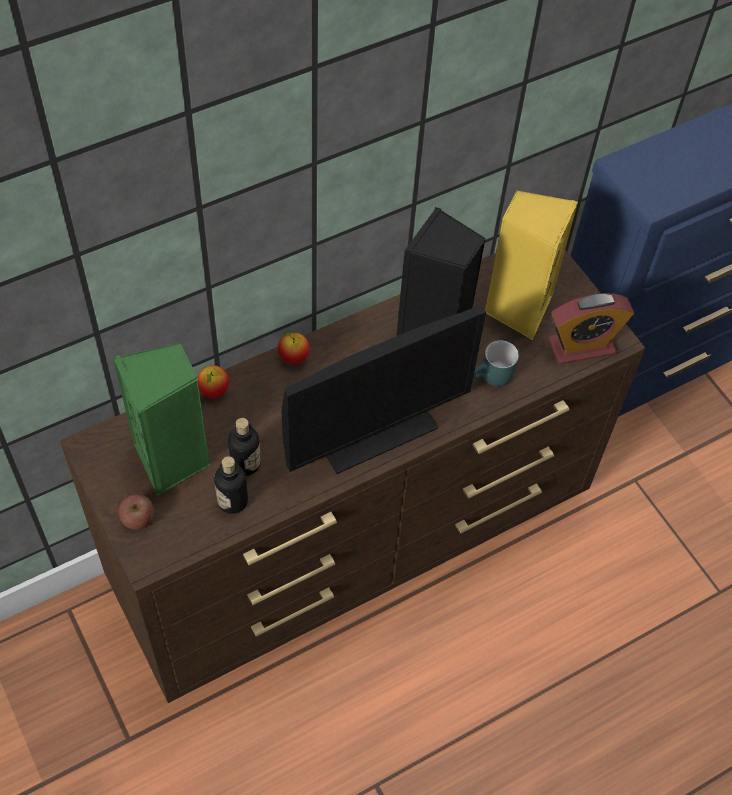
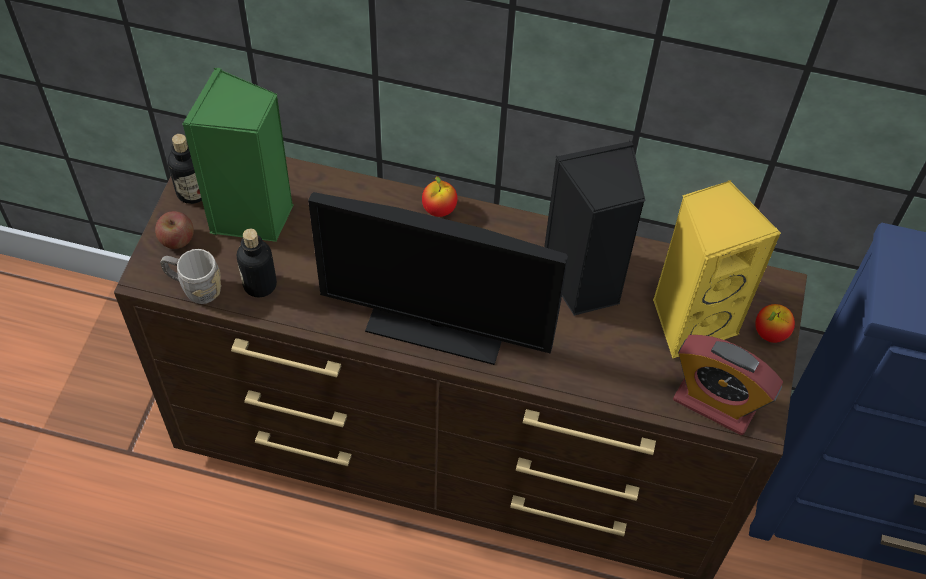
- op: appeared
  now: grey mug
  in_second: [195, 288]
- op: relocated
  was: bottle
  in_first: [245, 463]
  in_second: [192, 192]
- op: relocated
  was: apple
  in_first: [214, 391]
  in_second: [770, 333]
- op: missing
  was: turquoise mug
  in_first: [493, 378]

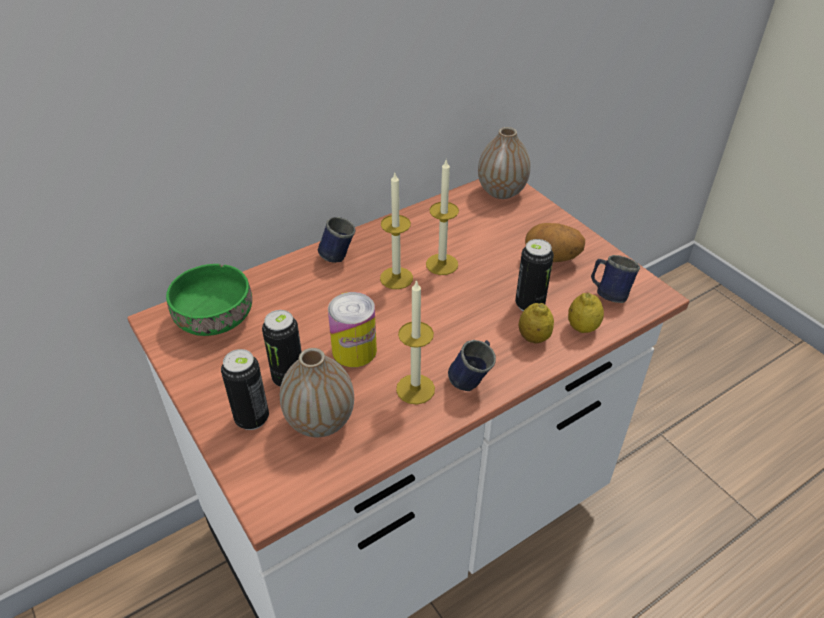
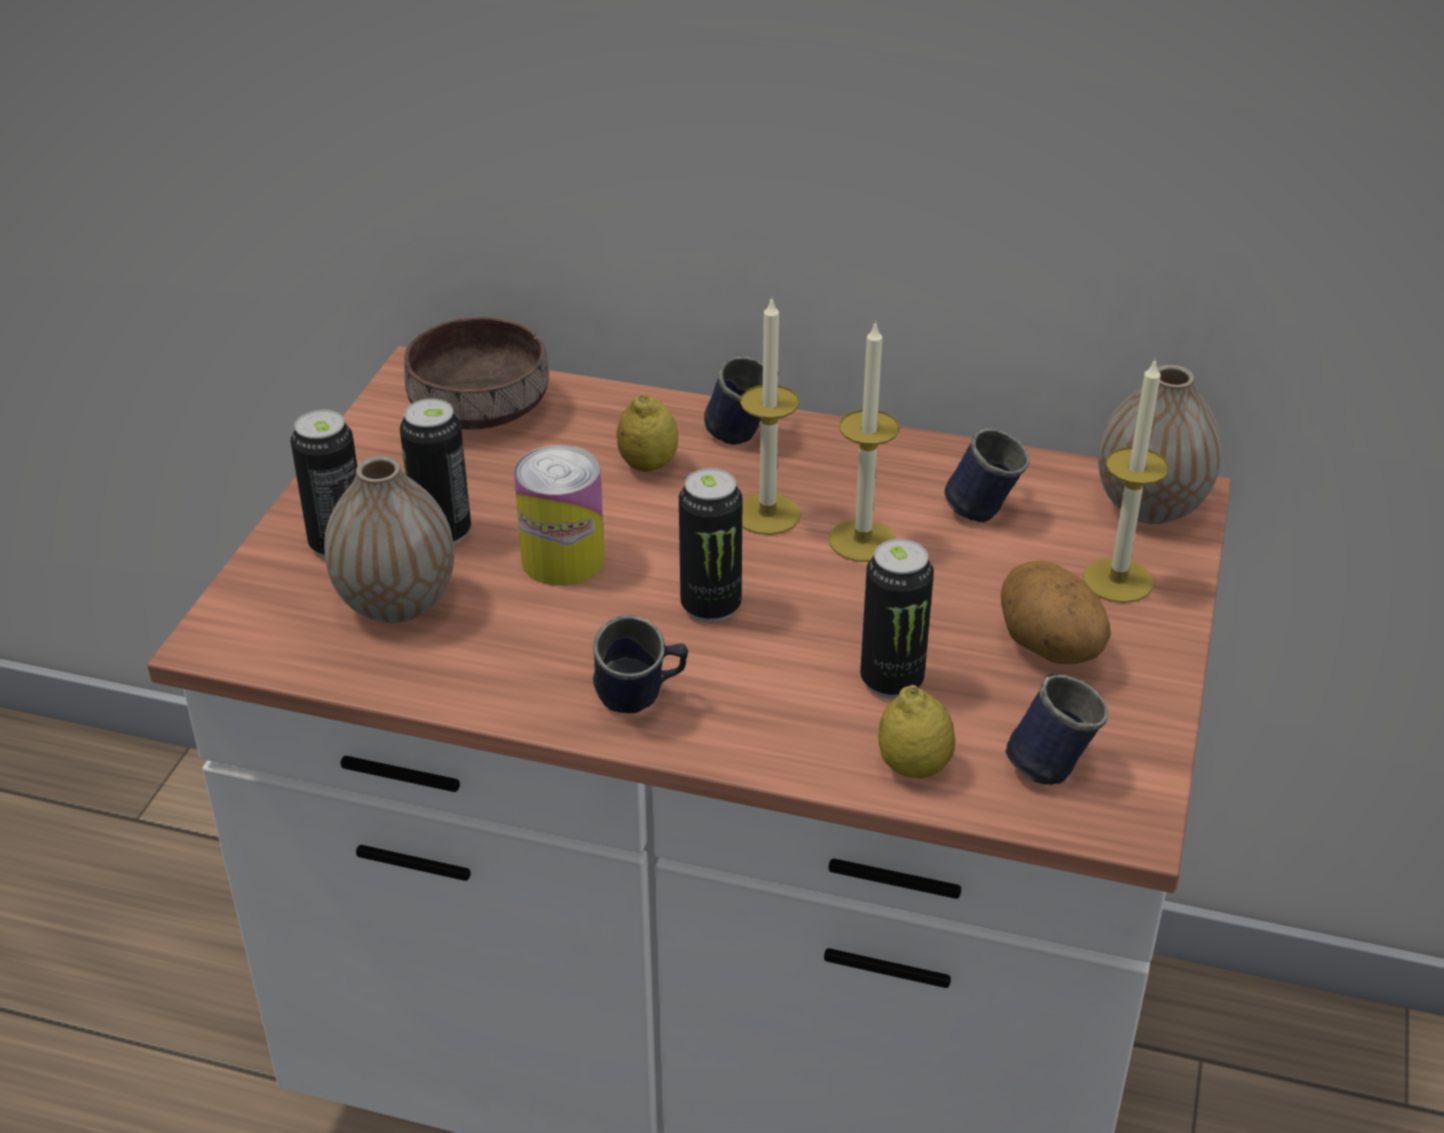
- op: colour
  was: green bowl
  now: brown bowl
  in_first: [213, 318]
  in_second: [476, 408]
- op: relocated
  was: lemon
  in_first: [533, 337]
  in_second: [648, 465]
- op: appeared
  now: can
  in_second: [711, 606]
- op: appeared
  now: blue mug
  in_second: [985, 506]
- op: relocated
  was: candle
  in_first: [415, 389]
  in_second: [1118, 580]

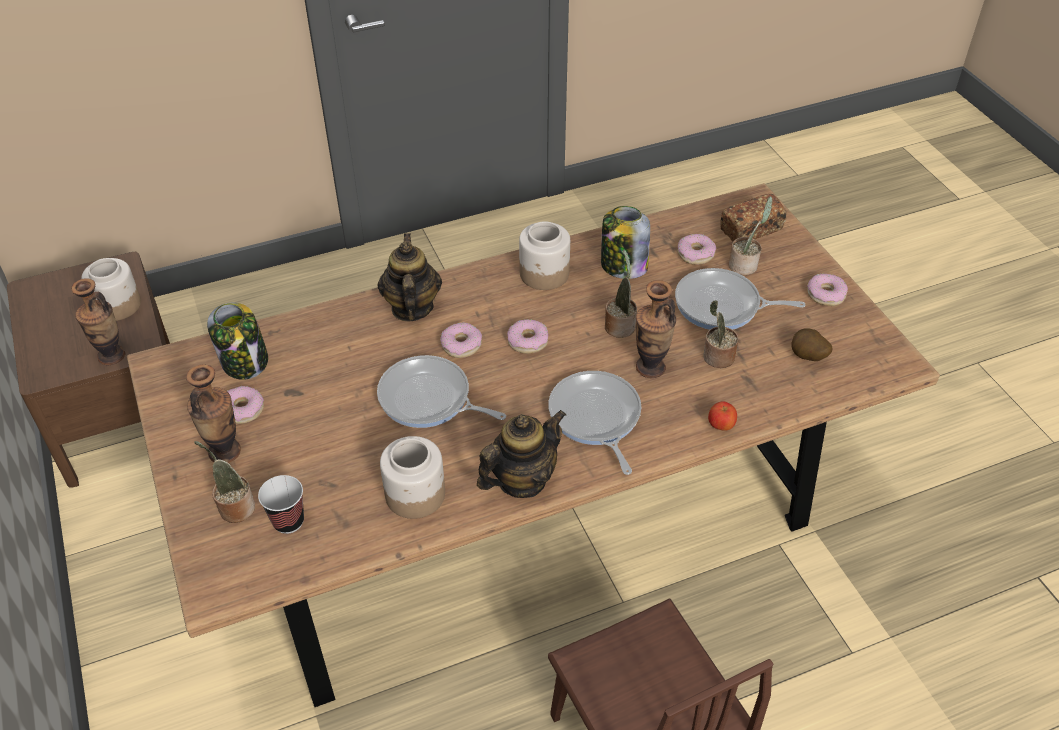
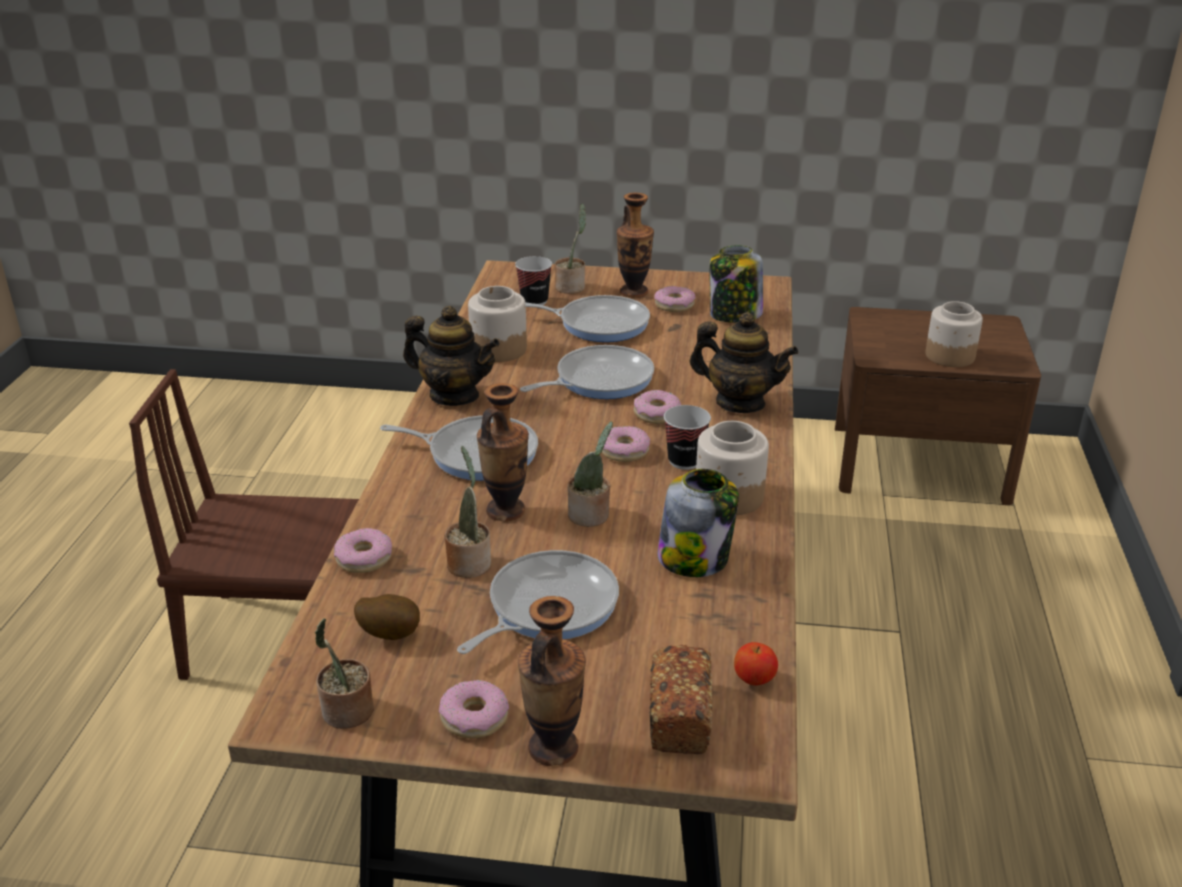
- op: relocated
  was: potted plant
  in_first: [745, 265]
  in_second: [346, 713]
- op: relocated
  was: donut
  in_first: [695, 254]
  in_second: [363, 558]
- op: spun
  was: teapot
  in_first: [521, 480]
  in_second: [454, 395]
  clockwise: -60
- op: relocated
  was: vase
  in_first: [111, 356]
  in_second: [553, 748]
- op: appeared
  now: frying pan
  in_second: [599, 324]
- op: appeared
  now: cup
  in_second: [685, 461]
- op: relocated
  was: apple
  in_first: [721, 426]
  in_second: [754, 680]

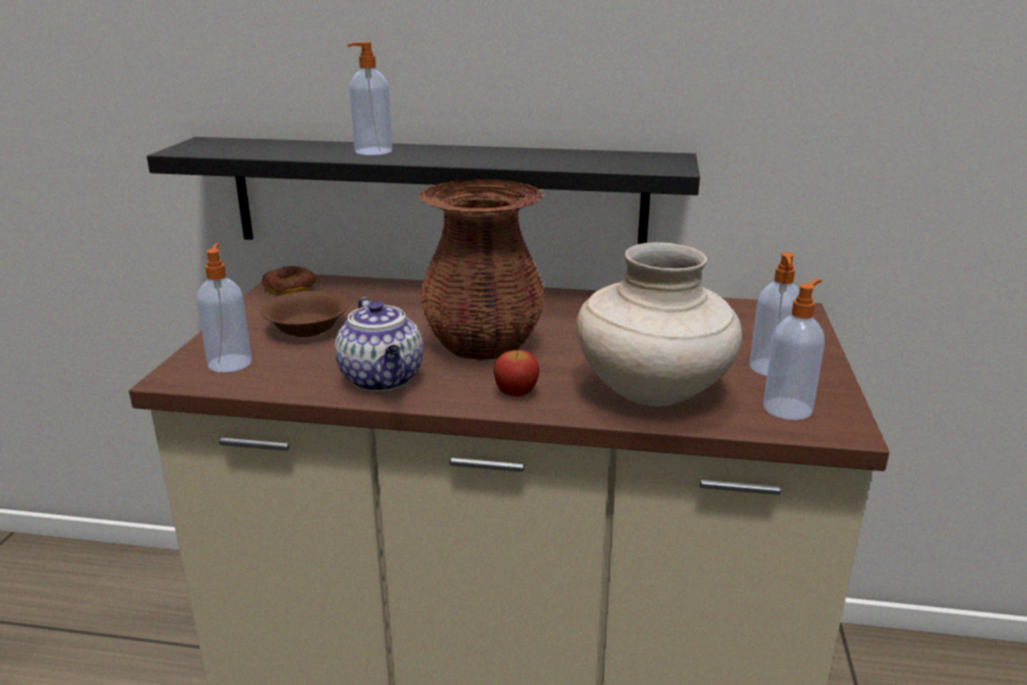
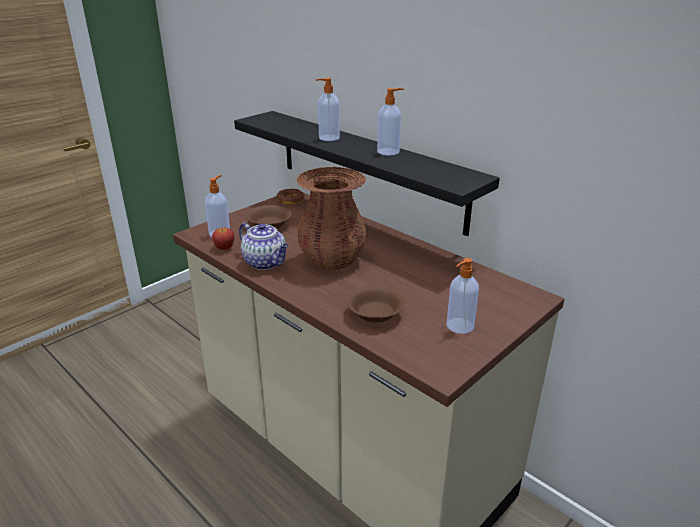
- op: relocated
  was: apple
  in_first: [516, 392]
  in_second: [224, 248]
- op: spun
  was: teapot
  in_first: [383, 380]
  in_second: [266, 263]
  clockwise: -60
- op: exchanged
  was: beige vase
  now: brown bowl
  in_first: [653, 392]
  in_second: [375, 315]
- op: relocated
  was: soap dispenser
  in_first: [788, 408]
  in_second: [389, 152]

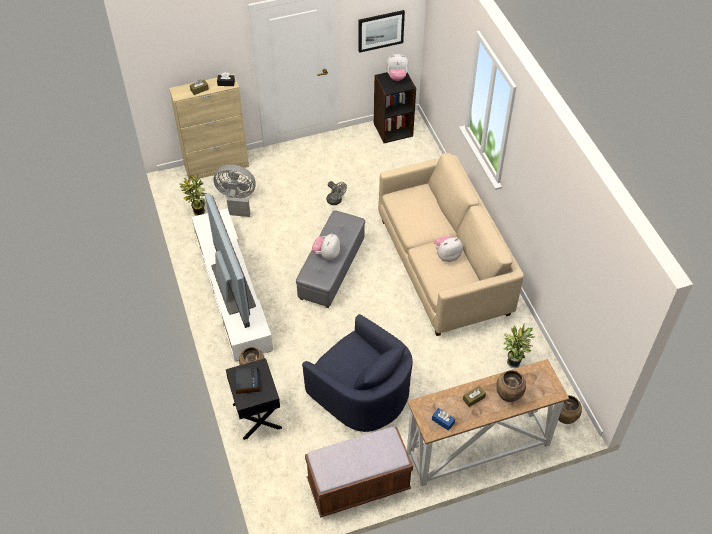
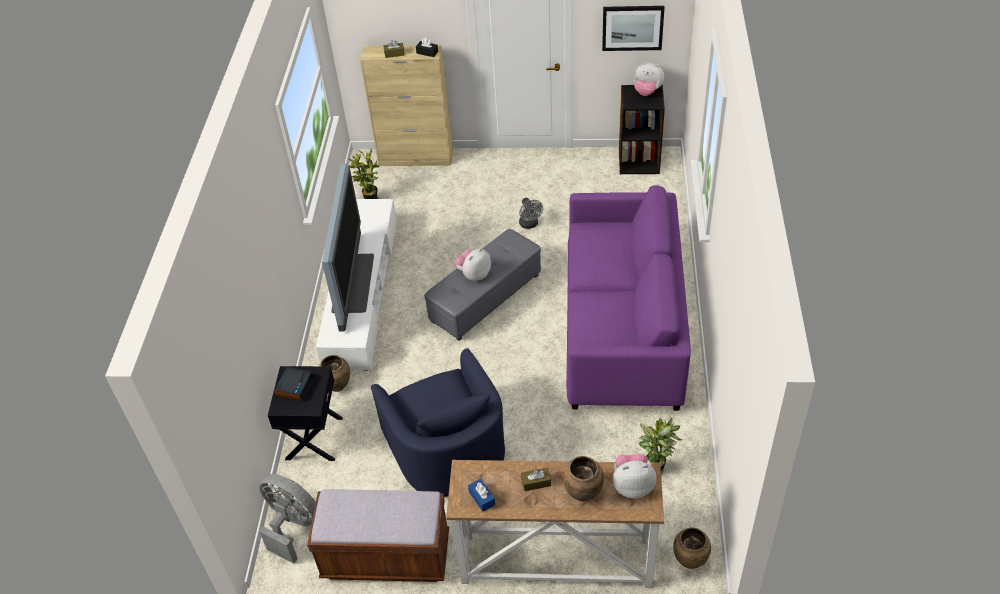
- op: relocated
  was: grey fan
  in_first: [237, 200]
  in_second: [292, 526]
- op: colour
  was: beige sofa
  now: purple sofa
  in_first: [443, 266]
  in_second: [622, 330]
- op: relocated
  was: plush toy
  in_first: [447, 255]
  in_second: [632, 486]

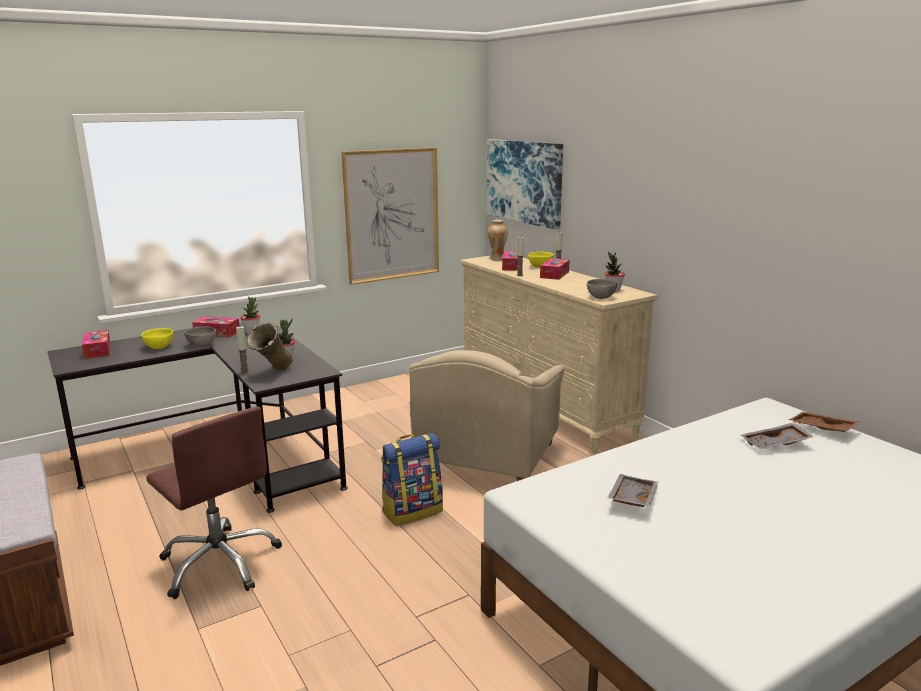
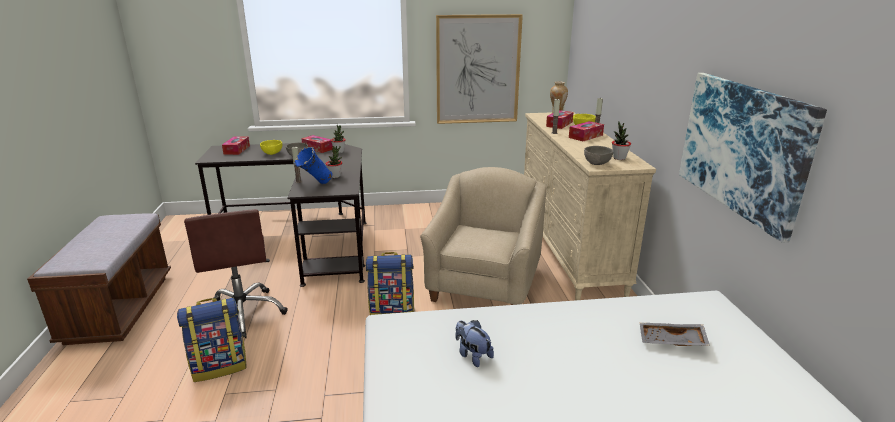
- op: appeared
  now: backpack
  in_second: [220, 366]
- op: colour
  was: beige vase
  now: blue vase
  in_first: [272, 373]
  in_second: [314, 185]
- op: spun
  was: beige armchair
  in_first: [489, 458]
  in_second: [484, 284]
  clockwise: 150
- op: exchanged
  was: grey tray
  now: plush toy
  in_first: [631, 498]
  in_second: [472, 355]
- op: relocated
  was: picture
  in_first: [524, 182]
  in_second: [742, 148]
- op: missing
  was: brown tray
  in_first: [821, 429]

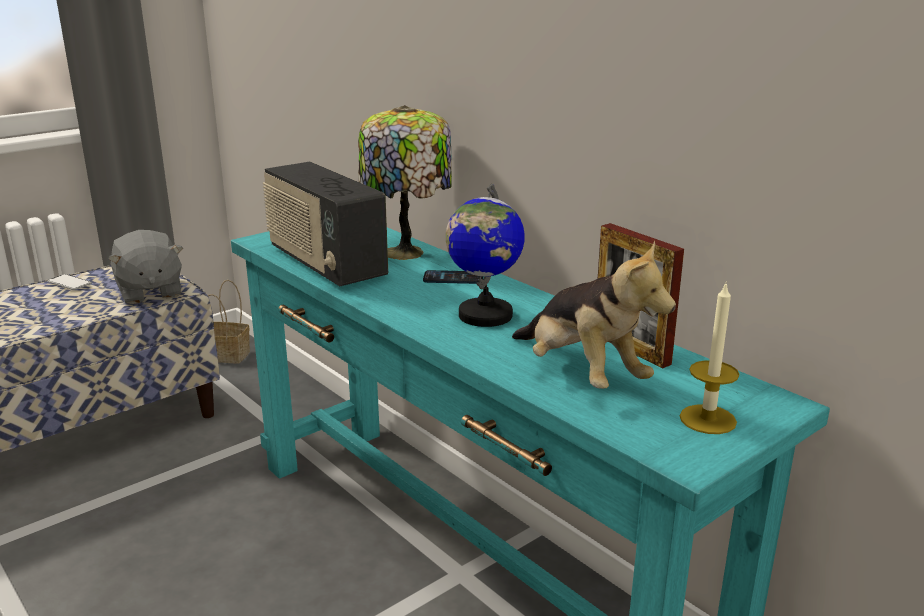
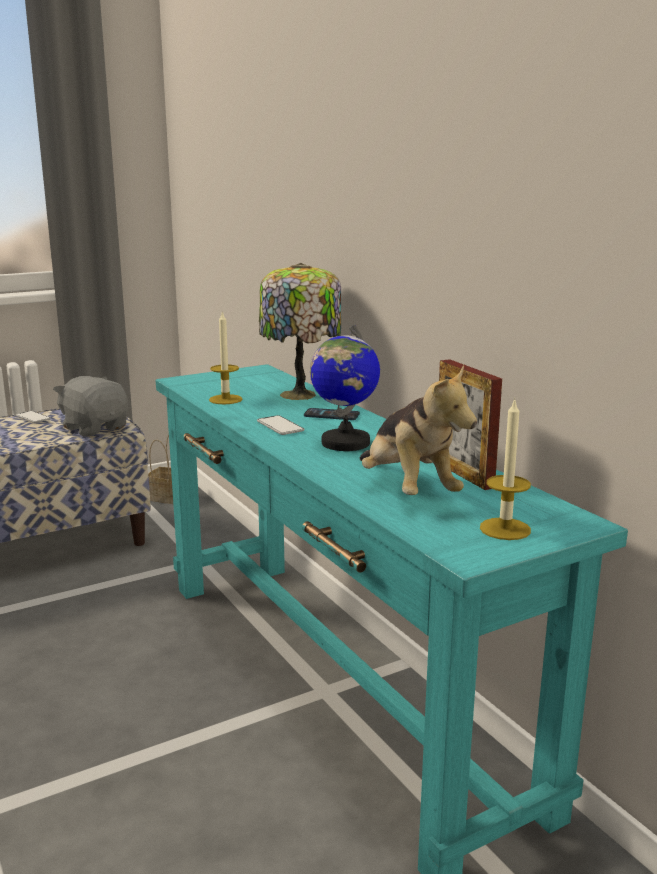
- op: spun
  was: grey plush toy
  in_first: [149, 292]
  in_second: [95, 428]
  clockwise: 150
- op: exchanged
  was: radio
  now: candle
  in_first: [325, 264]
  in_second: [225, 399]
- op: appeared
  now: phone
  in_second: [280, 426]

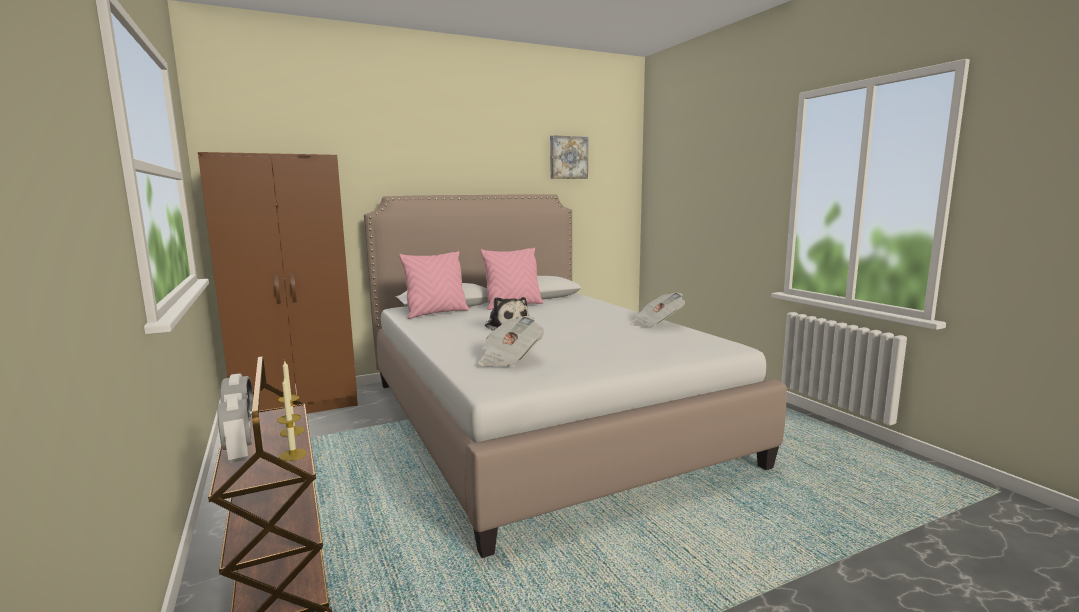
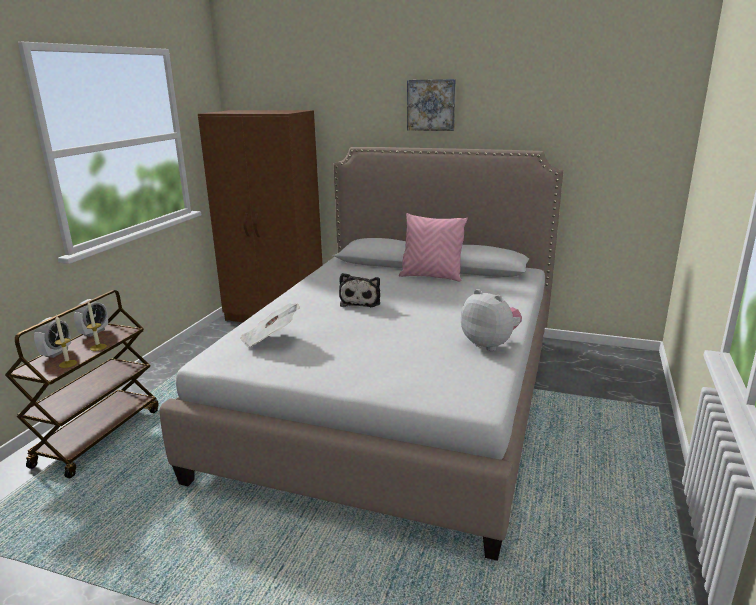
- op: relocated
  was: picture
  in_first: [568, 157]
  in_second: [431, 105]
- op: exchanged
  was: newspaper
  now: plush toy
  in_first: [656, 324]
  in_second: [490, 344]
- op: missing
  was: pink pillow
  in_first: [436, 313]

